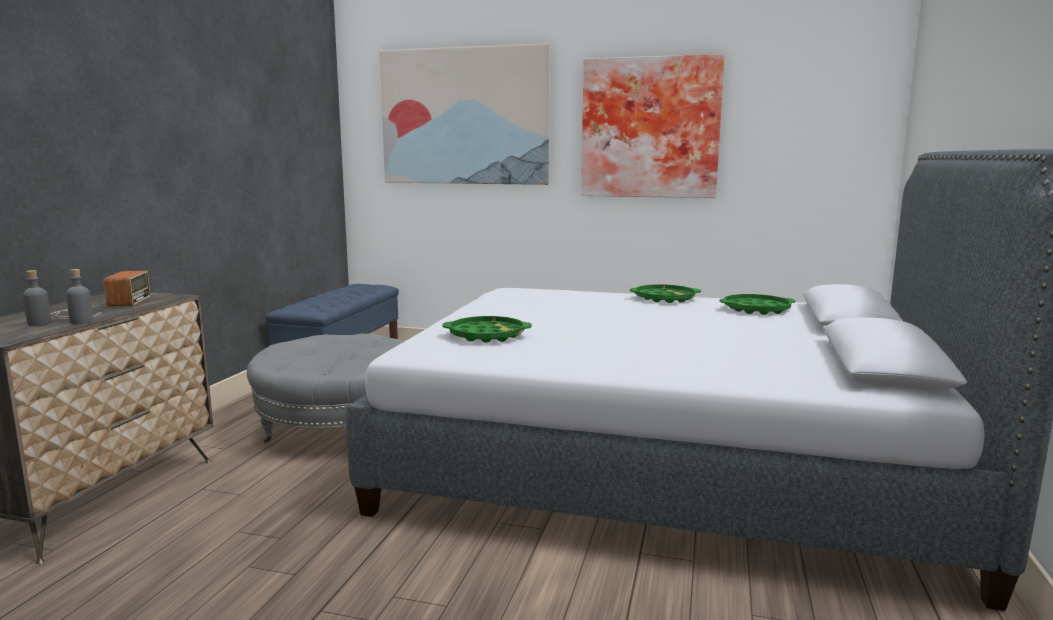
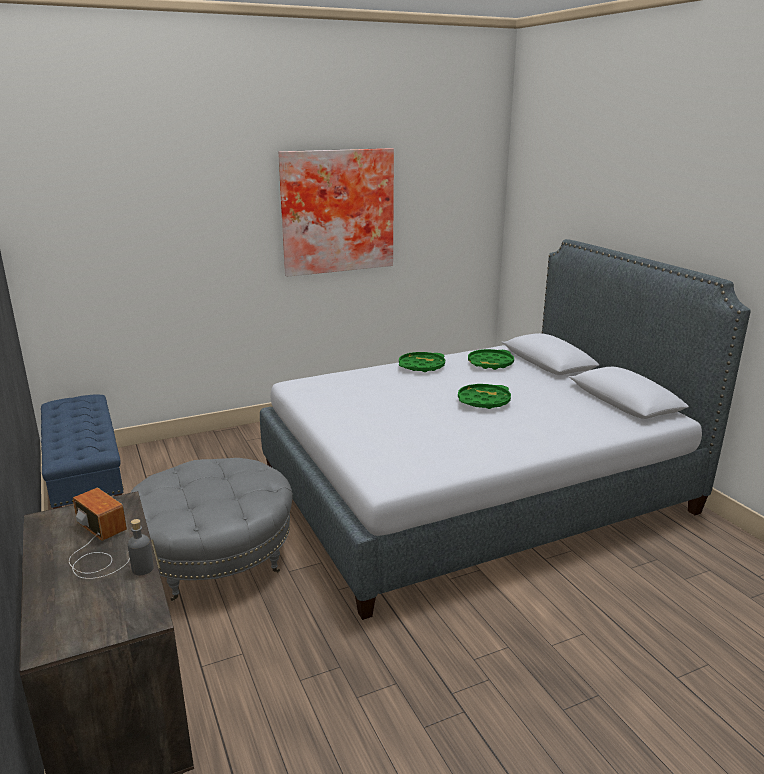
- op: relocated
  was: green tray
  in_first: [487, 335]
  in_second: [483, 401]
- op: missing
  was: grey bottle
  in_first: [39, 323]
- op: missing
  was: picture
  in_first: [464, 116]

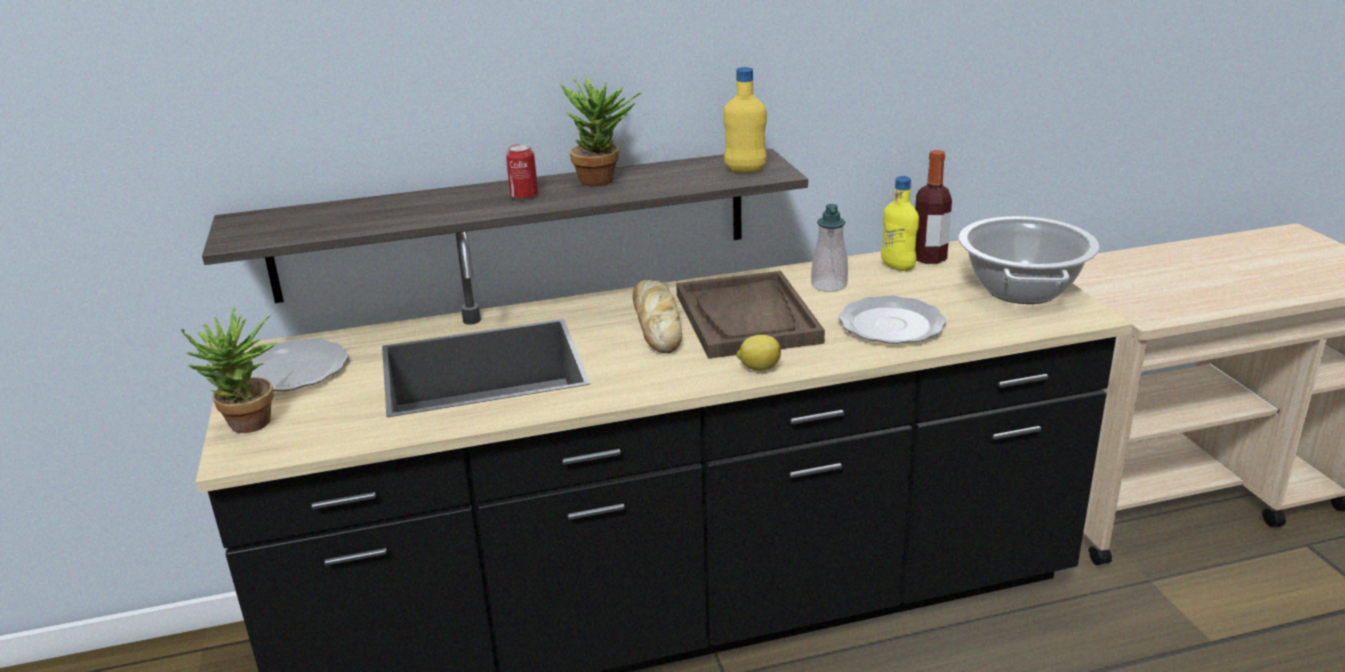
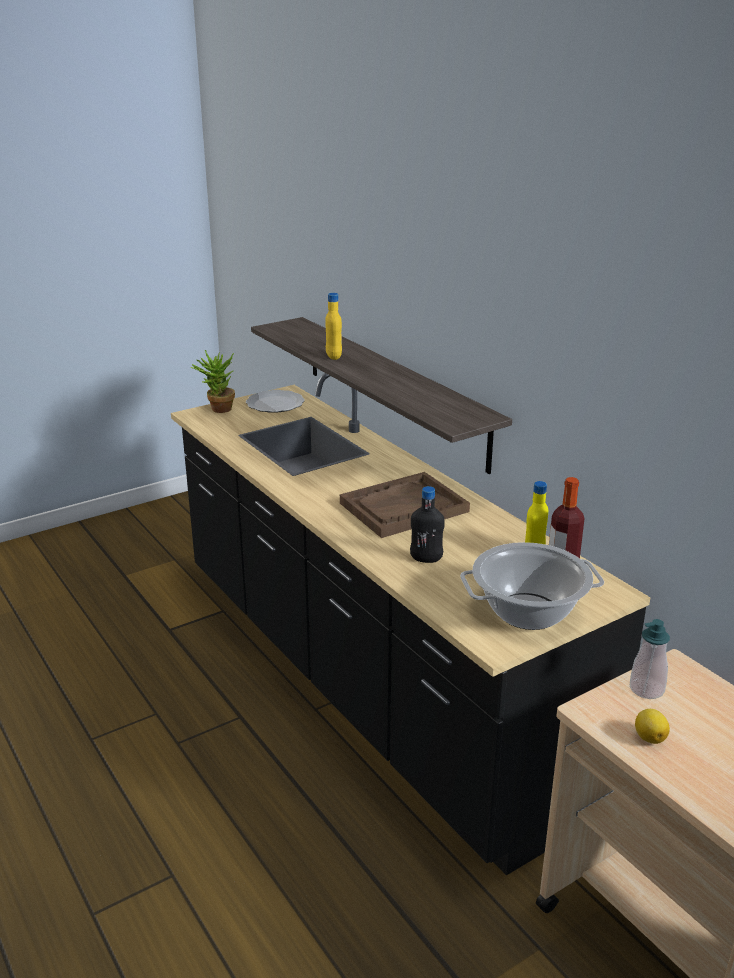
- op: relocated
  was: yellow bottle
  in_first: [745, 170]
  in_second: [333, 356]
- op: exchanged
  was: plate
  now: black bottle
  in_first: [890, 324]
  in_second: [426, 559]
- op: relocated
  was: soap dispenser
  in_first: [829, 285]
  in_second: [646, 689]
- op: relocated
  was: lemon
  in_first: [758, 368]
  in_second: [649, 737]
- op: missing
  was: can
  in_first: [524, 196]
- op: missing
  was: potted plant
  in_first: [604, 180]
- op: missing
  was: bread
  in_first: [656, 324]

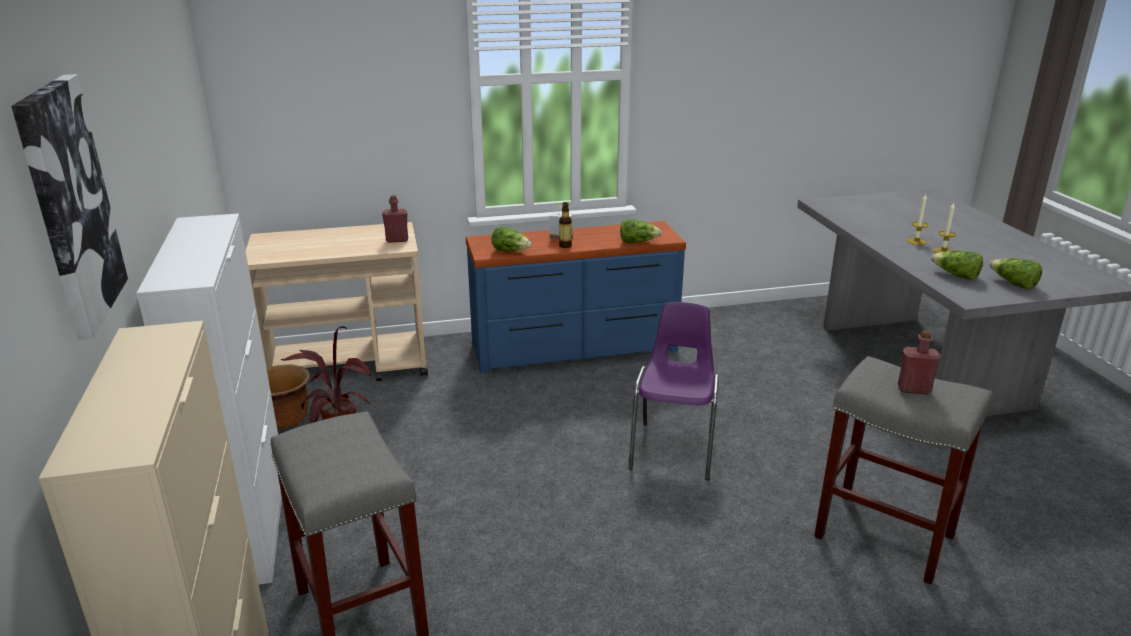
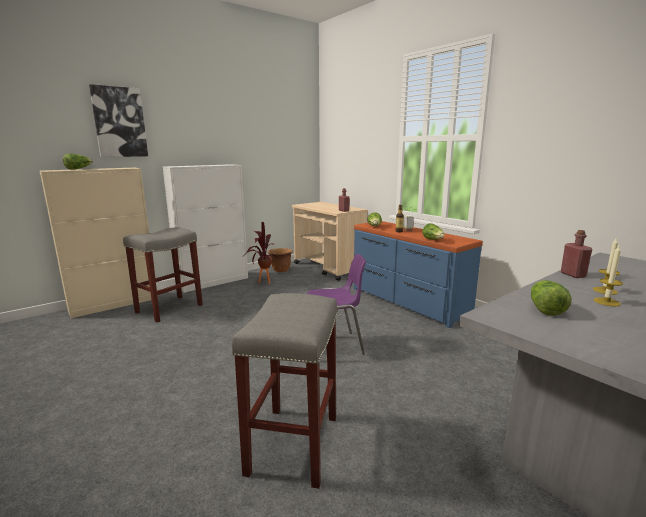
- op: relocated
  was: lettuce
  in_first: [1013, 284]
  in_second: [78, 169]
- op: relocated
  was: red bottle
  in_first: [914, 389]
  in_second: [573, 275]

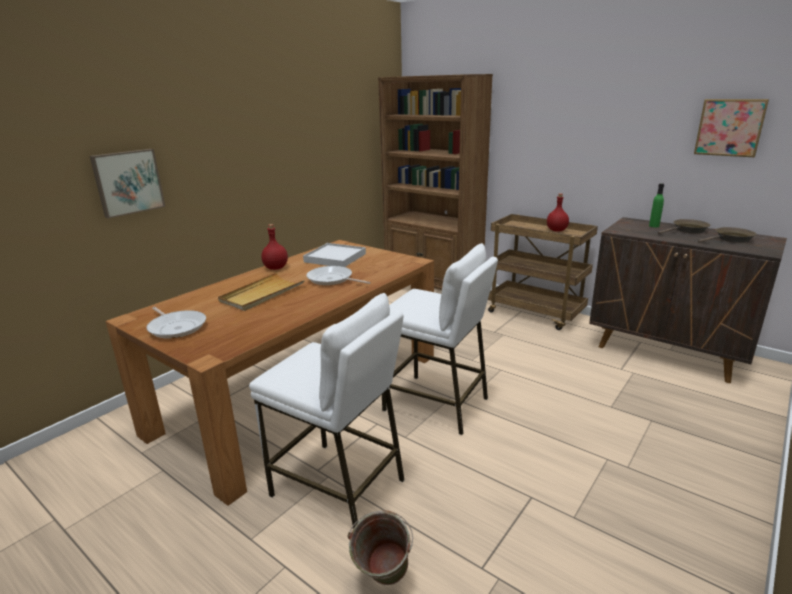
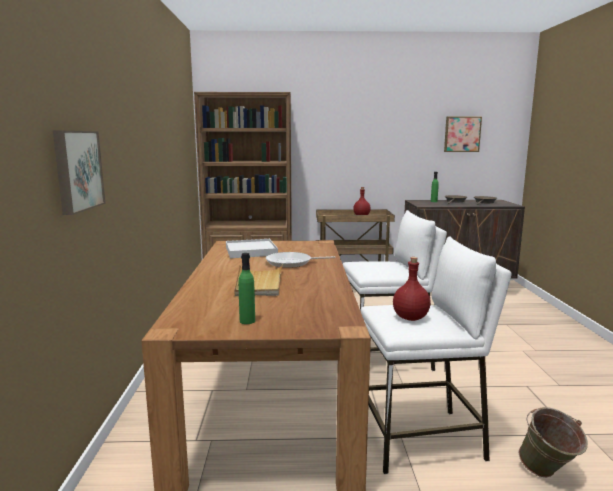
- op: exchanged
  was: frying pan
  now: green bottle
  in_first: [176, 327]
  in_second: [247, 321]
- op: relocated
  was: red bottle
  in_first: [276, 268]
  in_second: [411, 318]

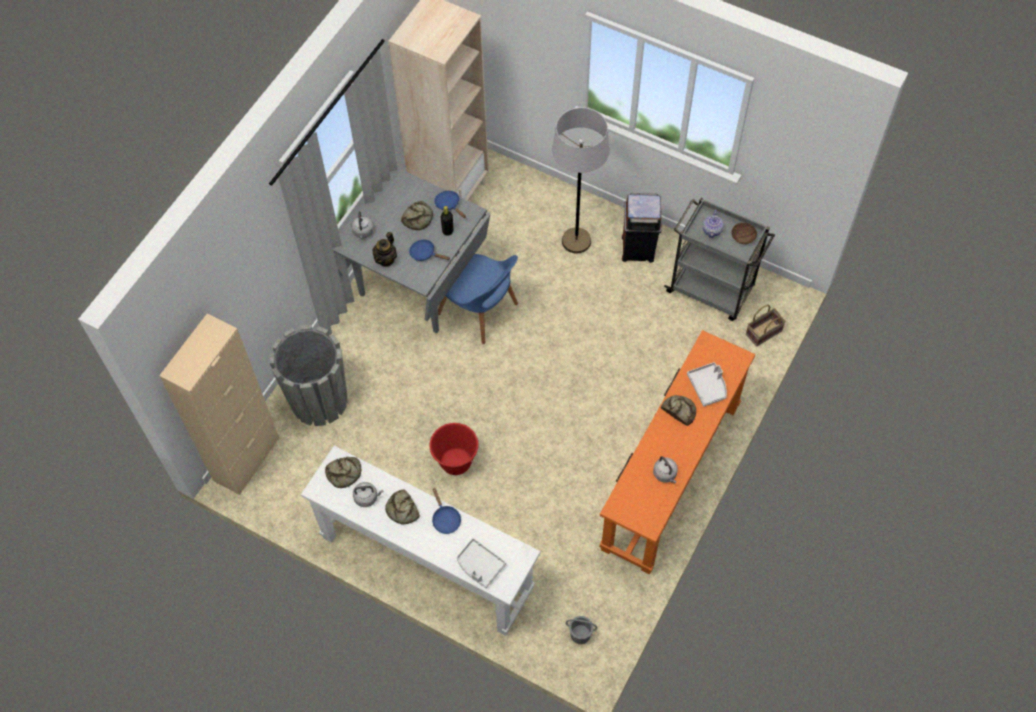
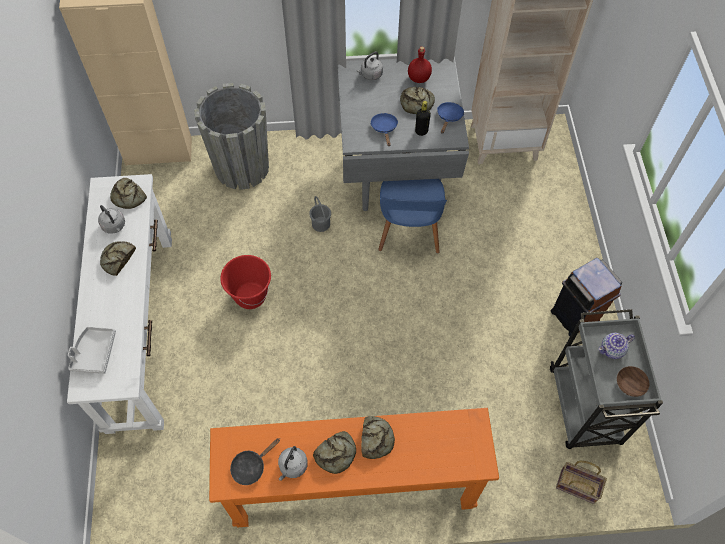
- op: appeared
  now: black frying pan
  in_second: [251, 466]
- op: relocated
  was: grey bucket
  in_first: [580, 634]
  in_second: [320, 224]
- op: appeared
  now: bread
  in_second: [336, 454]
- op: appeared
  now: red bottle
  in_second: [419, 78]
- op: missing
  was: teapot
  in_first: [386, 259]
- op: missing
  was: blue frying pan
  in_first: [445, 519]
- op: missing
  was: grey floor lamp
  in_first: [576, 241]
- op: missing
  was: grey tray
  in_first: [708, 386]

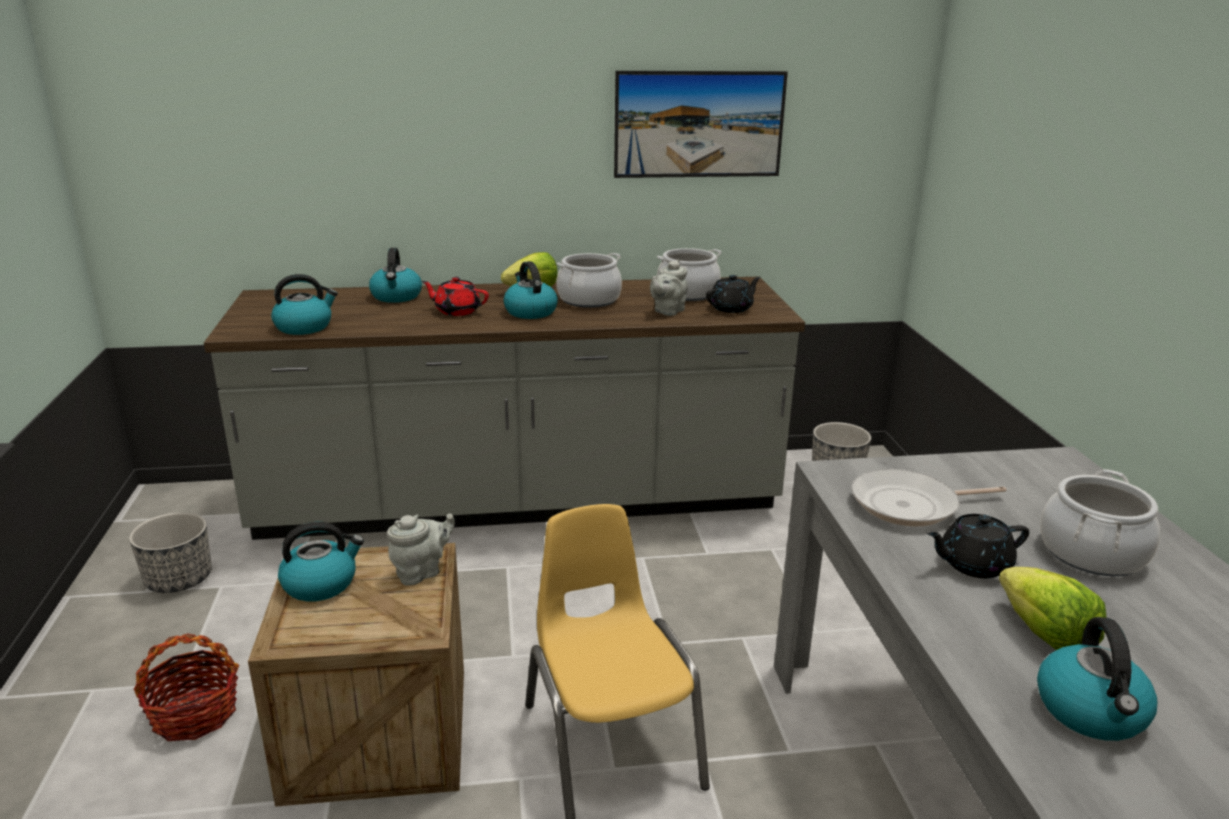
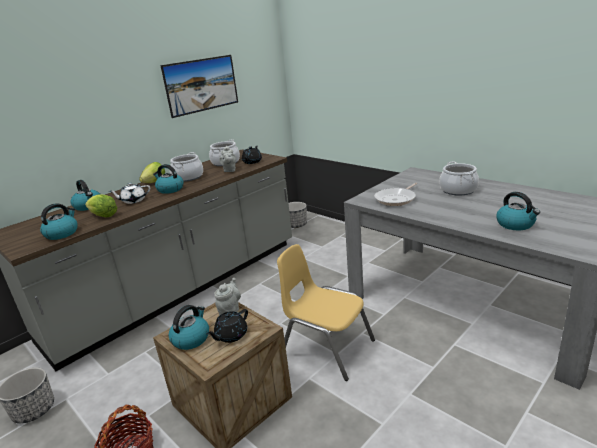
- op: relocated
  was: lettuce
  in_first: [1044, 634]
  in_second: [103, 216]
- op: colour
  was: red teapot
  now: white teapot
  in_first: [457, 311]
  in_second: [133, 201]
- op: relocated
  was: black teapot
  in_first: [973, 564]
  in_second: [231, 335]

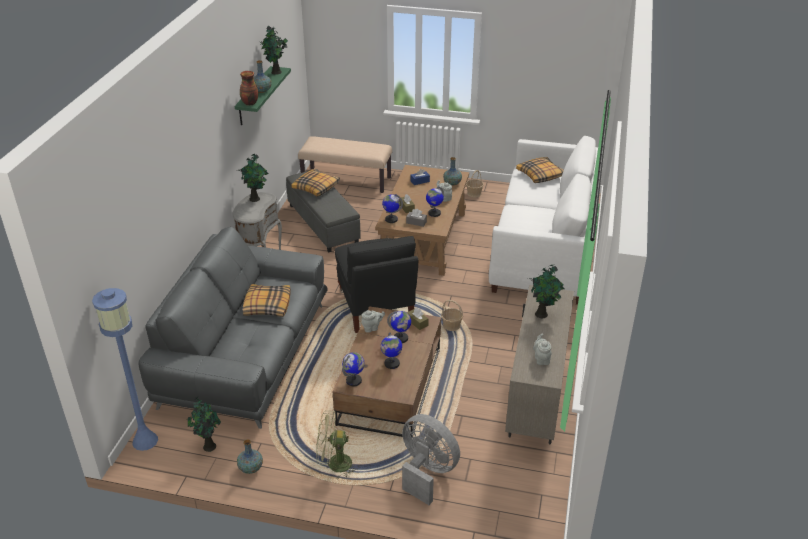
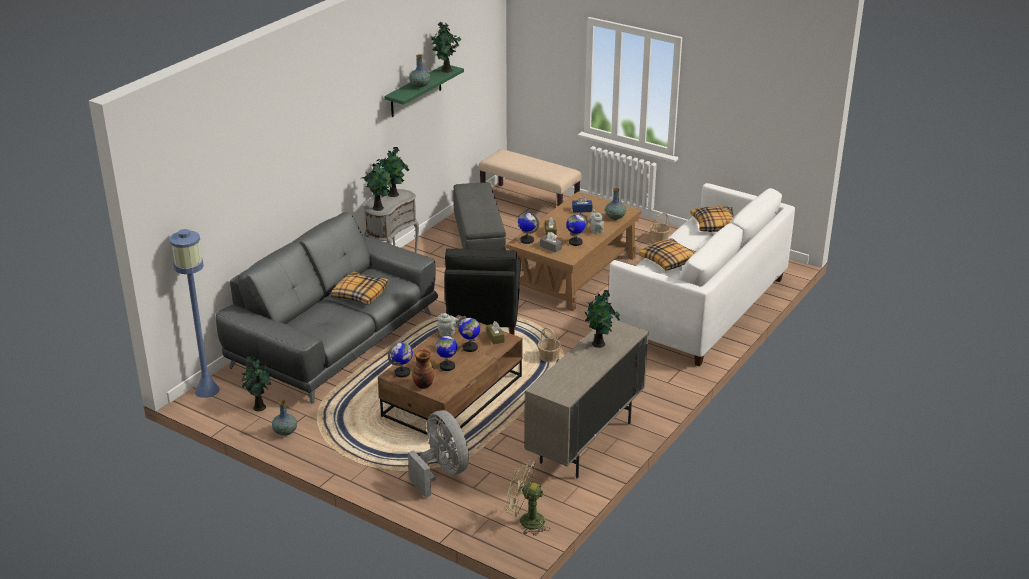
- op: appeared
  now: potted plant
  in_second: [379, 208]
- op: relocated
  was: vase
  in_first: [249, 103]
  in_second: [423, 385]
- op: relocated
  was: green fan
  in_first: [334, 464]
  in_second: [526, 521]
- op: relocated
  was: pillow
  in_first: [316, 187]
  in_second: [668, 260]
- op: missing
  was: grey teapot
  in_first: [541, 359]

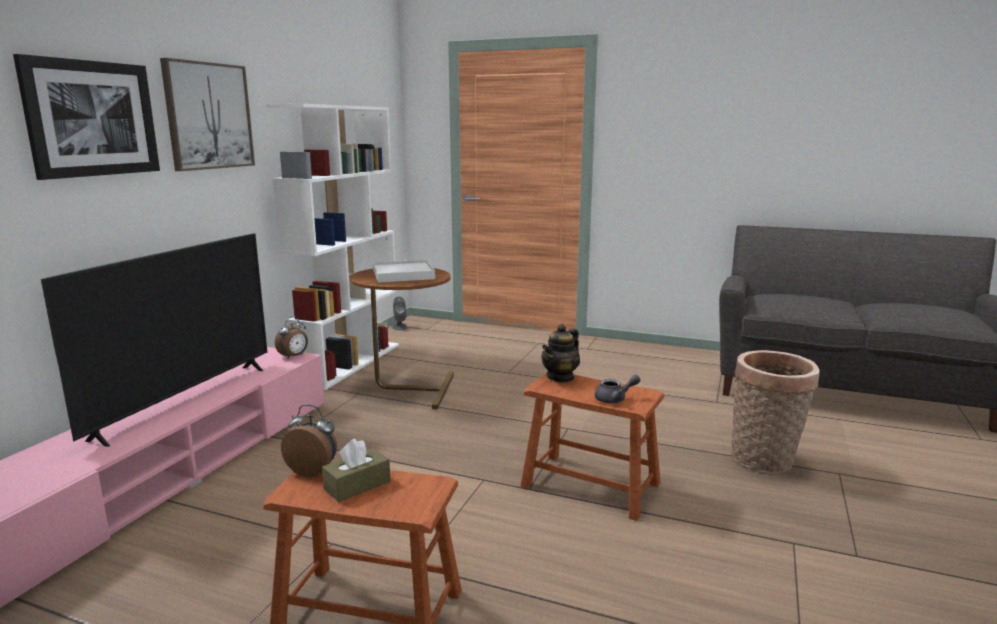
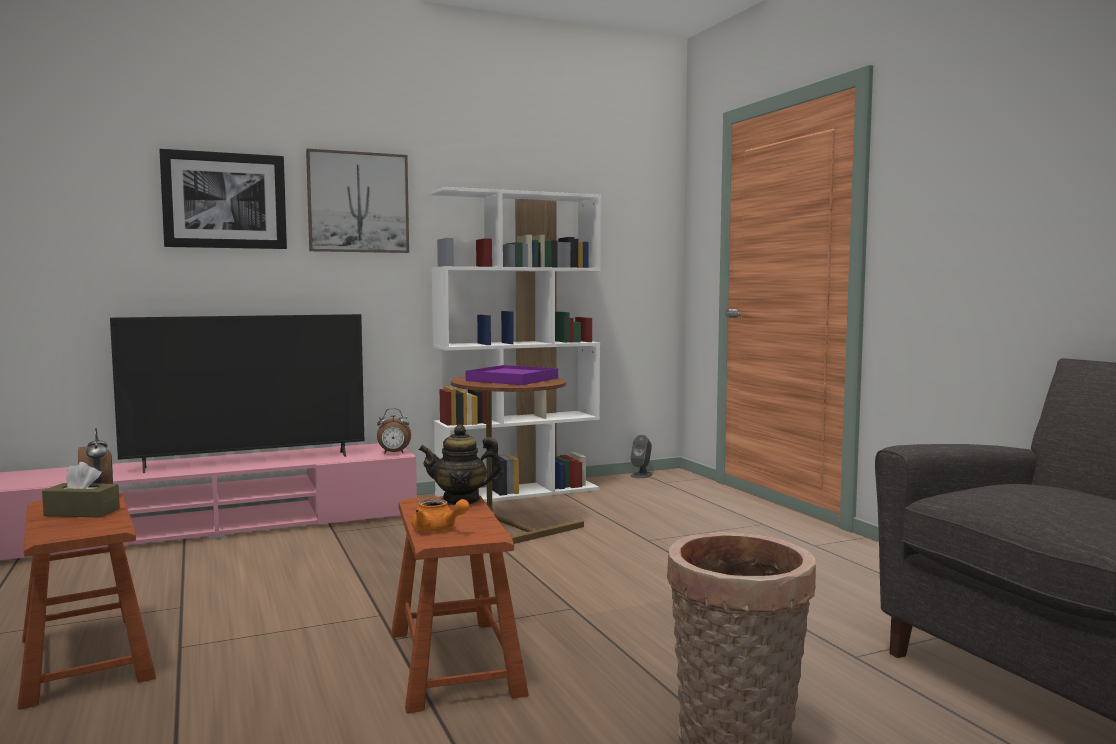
- op: colour
  was: grey teapot
  now: orange teapot
  in_first: [615, 399]
  in_second: [438, 529]
- op: colour
  was: white tray
  now: purple tray
  in_first: [403, 274]
  in_second: [512, 379]

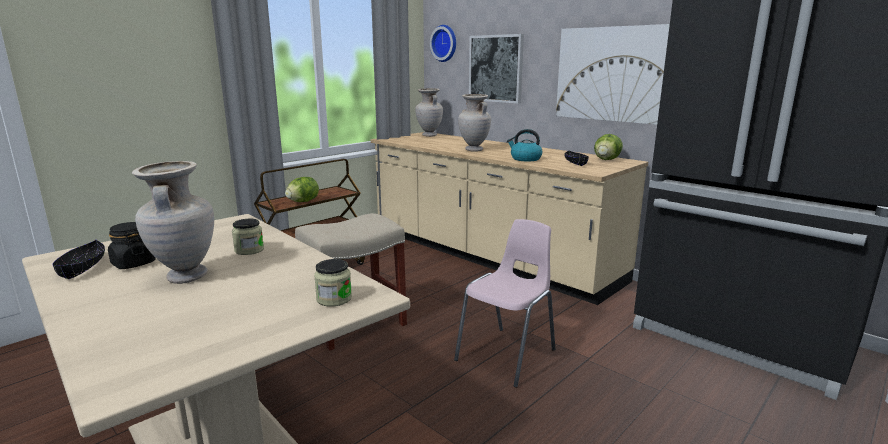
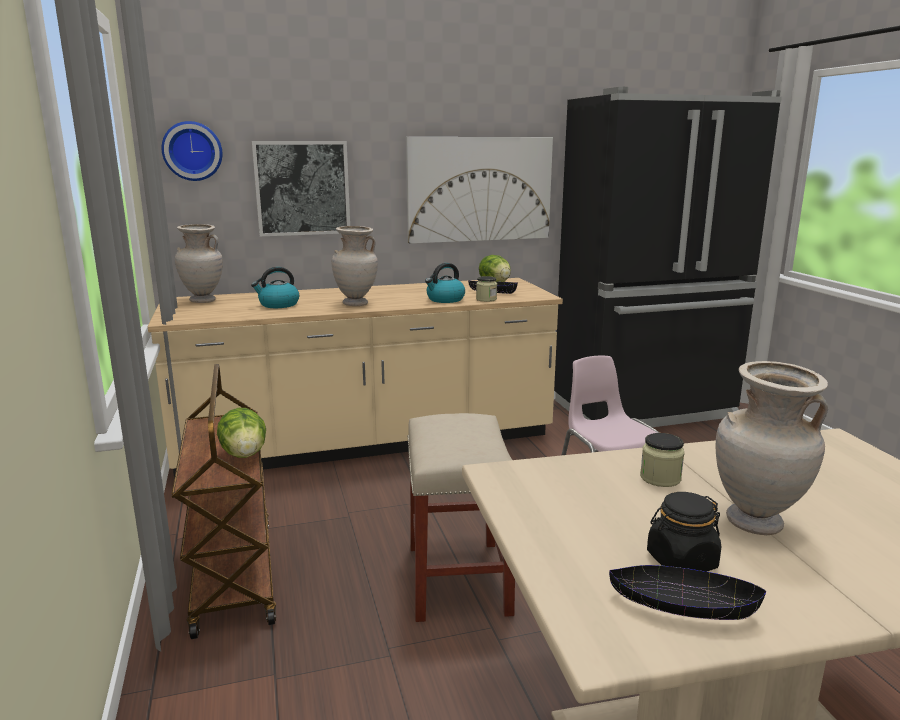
- op: appeared
  now: kettle
  in_second: [278, 305]
- op: relocated
  was: jar
  in_first: [334, 299]
  in_second: [486, 299]

